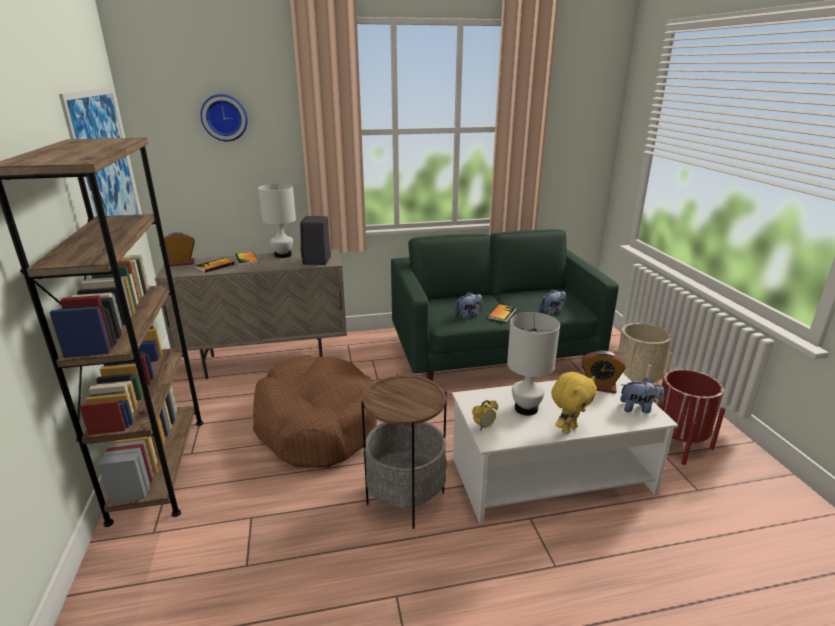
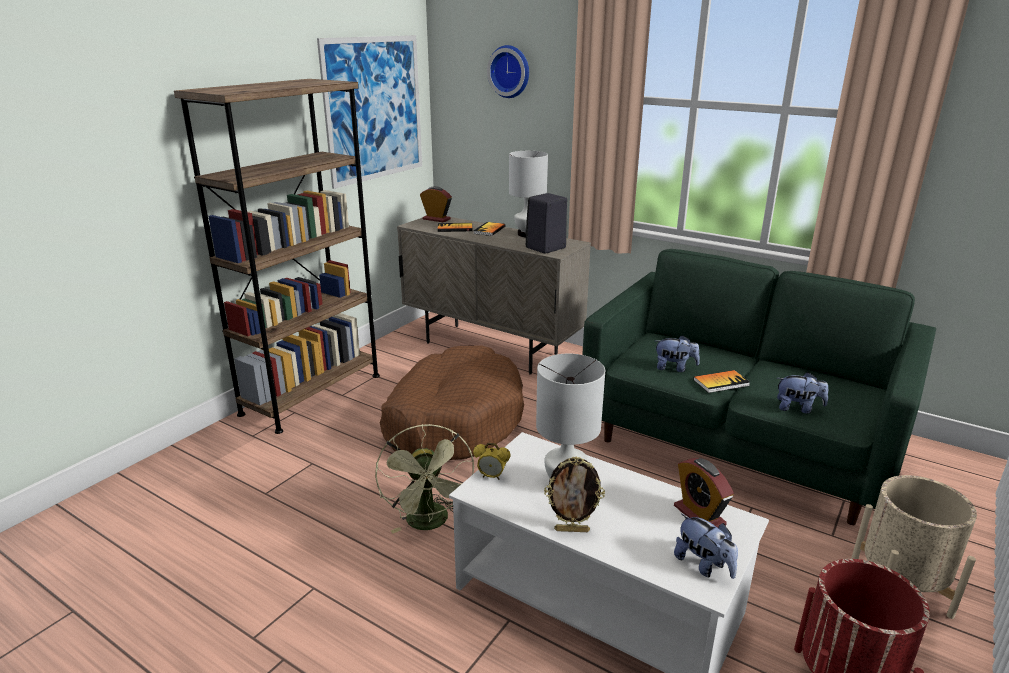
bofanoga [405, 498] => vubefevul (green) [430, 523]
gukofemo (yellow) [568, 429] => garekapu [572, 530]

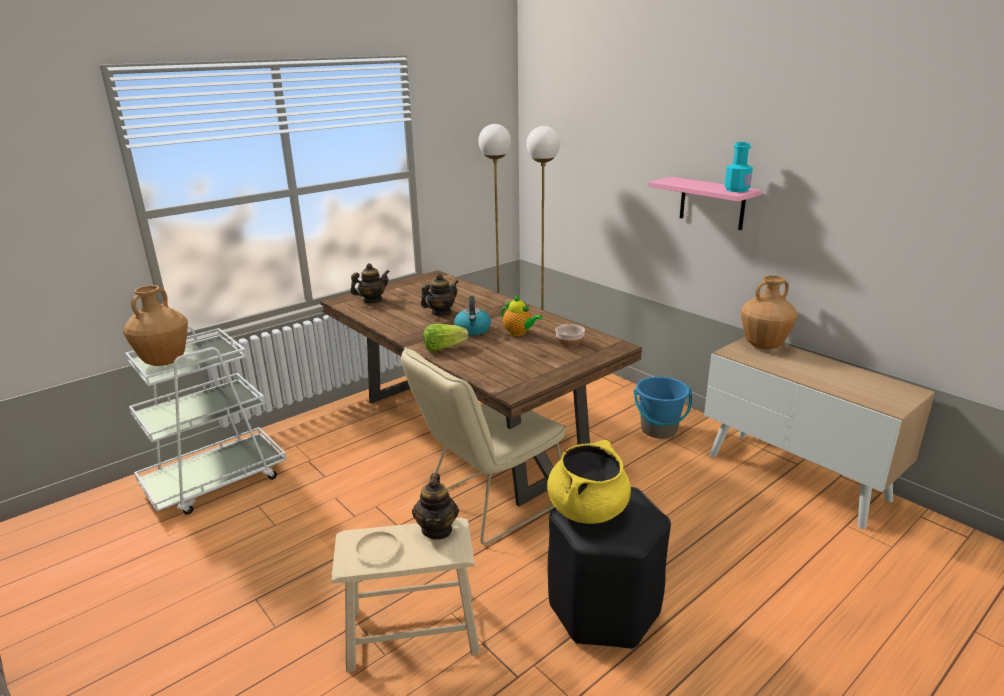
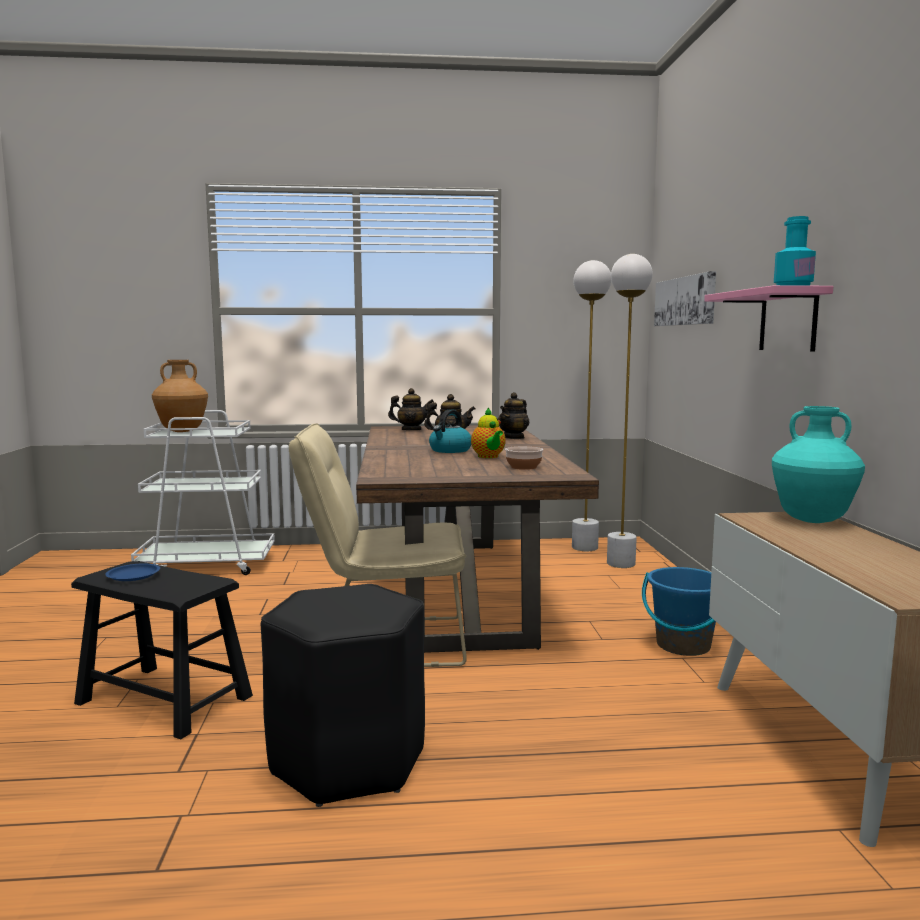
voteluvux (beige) [412, 630] => voteluvux (black) [164, 700]
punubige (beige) [377, 548] => punubige (blue) [133, 575]
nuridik [437, 529] => nuridik [513, 437], shifted
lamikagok [443, 348] => nothing
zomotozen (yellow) [587, 510] => nothing
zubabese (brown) [764, 345] => zubabese (turquoise) [813, 520]
nothing => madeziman [685, 301]

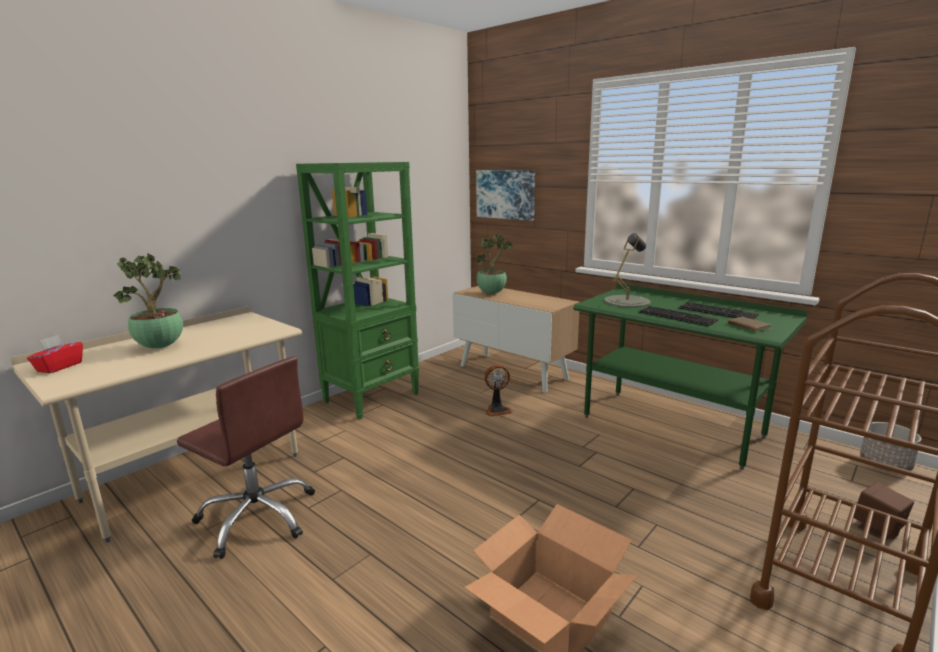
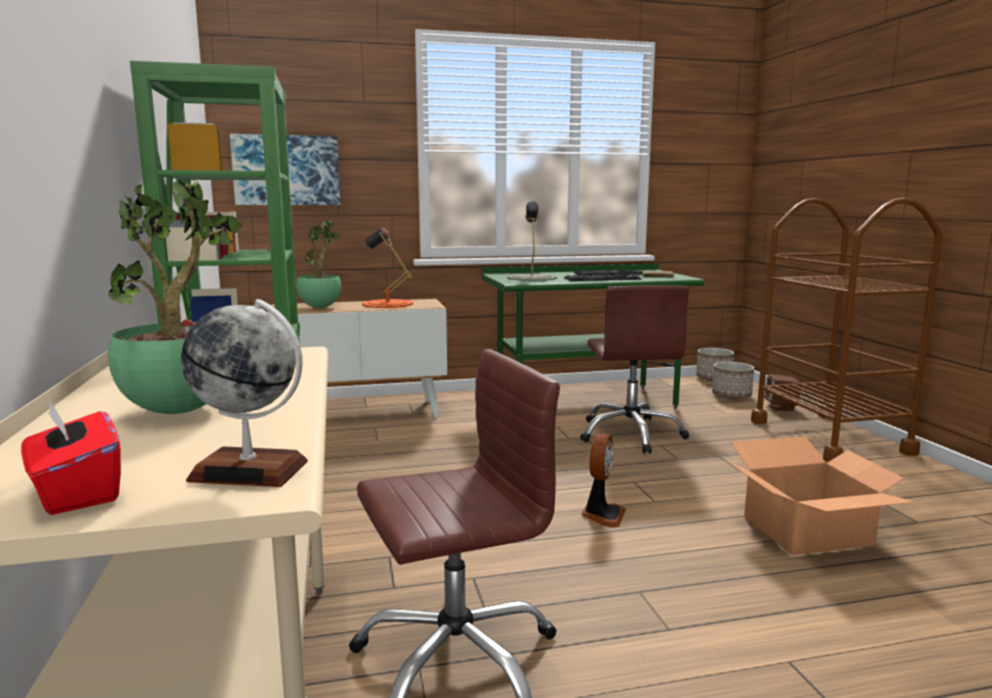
vubefevul [497, 410] => vubefevul [602, 515], shifted
nothing => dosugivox [250, 471]
nothing => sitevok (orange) [387, 304]
nothing => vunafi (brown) [631, 434]
nothing => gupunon [732, 396]

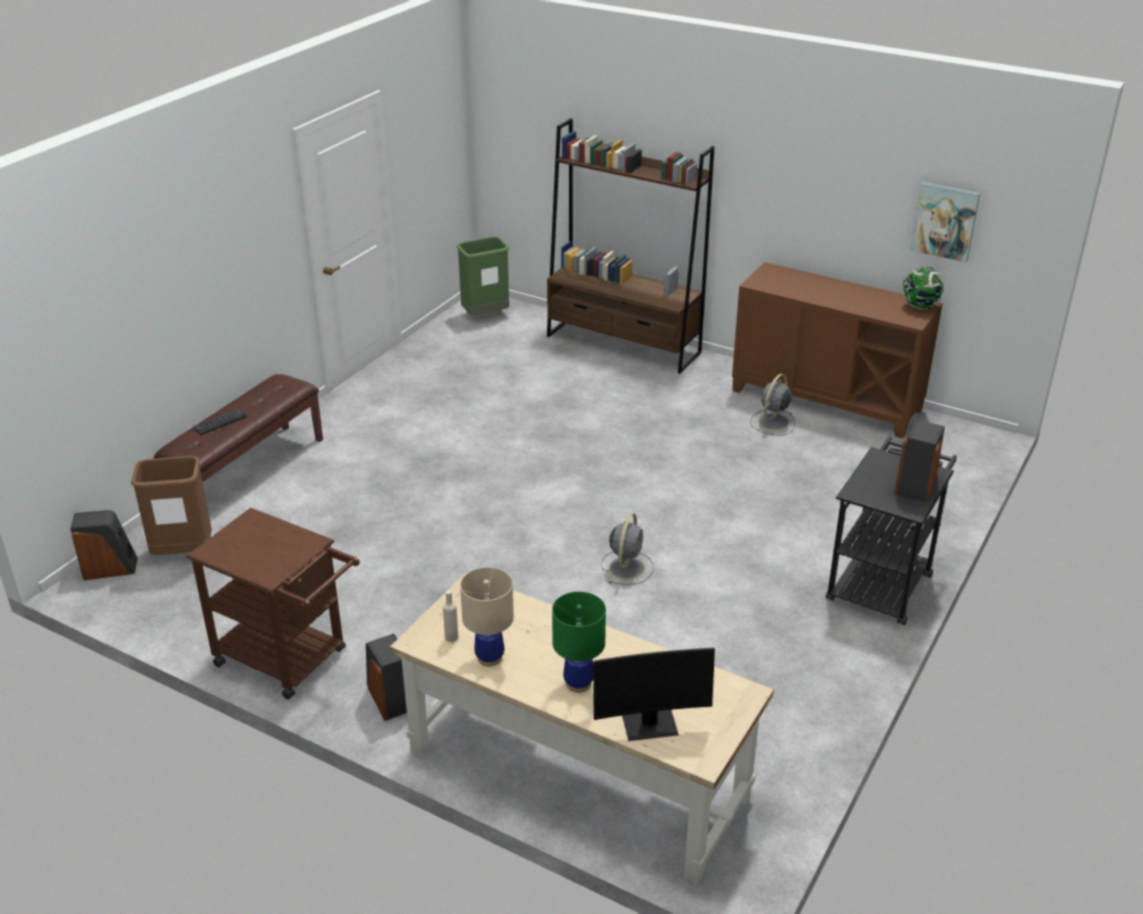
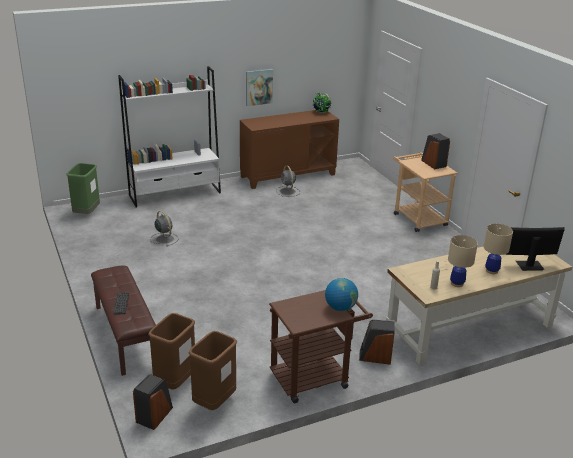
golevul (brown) [623, 344] => golevul (white) [175, 194]
sitevok (green) [578, 683] => sitevok (beige) [492, 271]
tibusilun [649, 724] => tibusilun [529, 266], 120 degrees counterclockwise
vubefevul (grey) [627, 567] => vubefevul (grey) [164, 239], shifted
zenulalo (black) [882, 581] => zenulalo (beige) [417, 218]
madeziman [945, 221] => madeziman [259, 87], shifted
nothing => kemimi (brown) [214, 402]
nothing => dosugivox [340, 308]

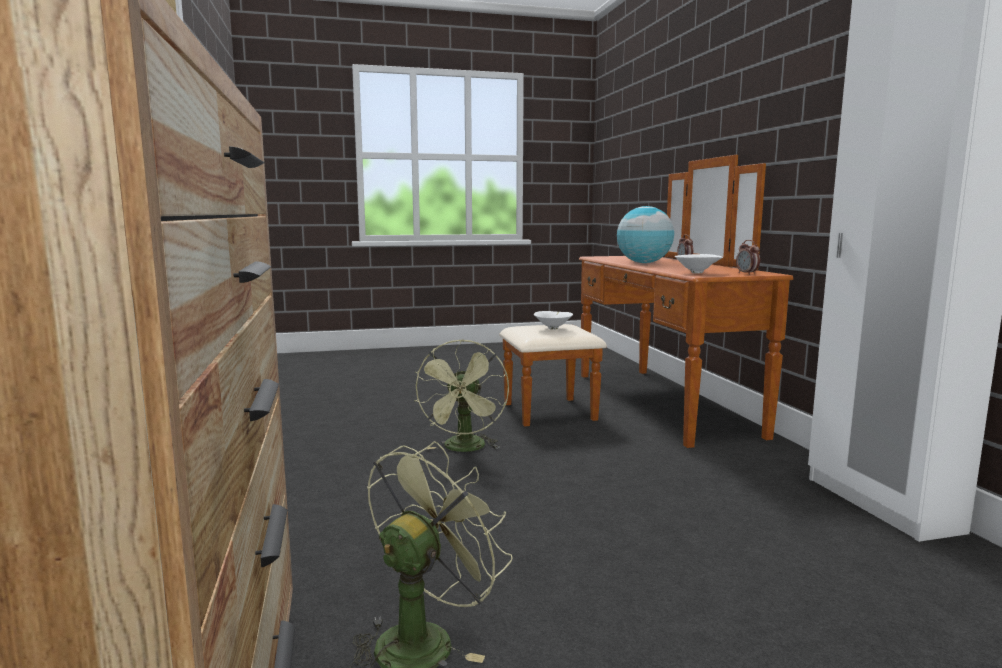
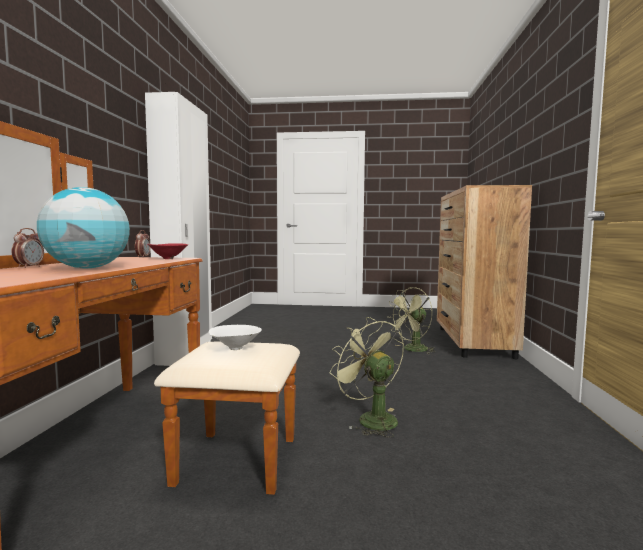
vubefevul (green) [465, 449] => vubefevul (green) [370, 419], 60 degrees counterclockwise
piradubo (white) [698, 273] => piradubo (red) [167, 259]

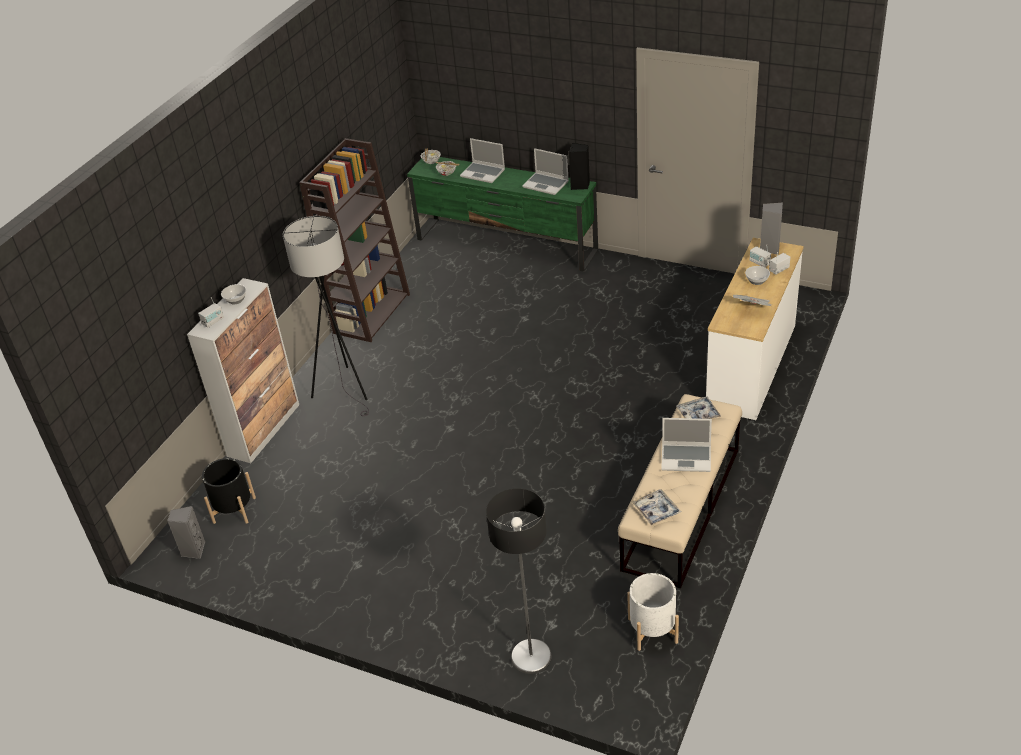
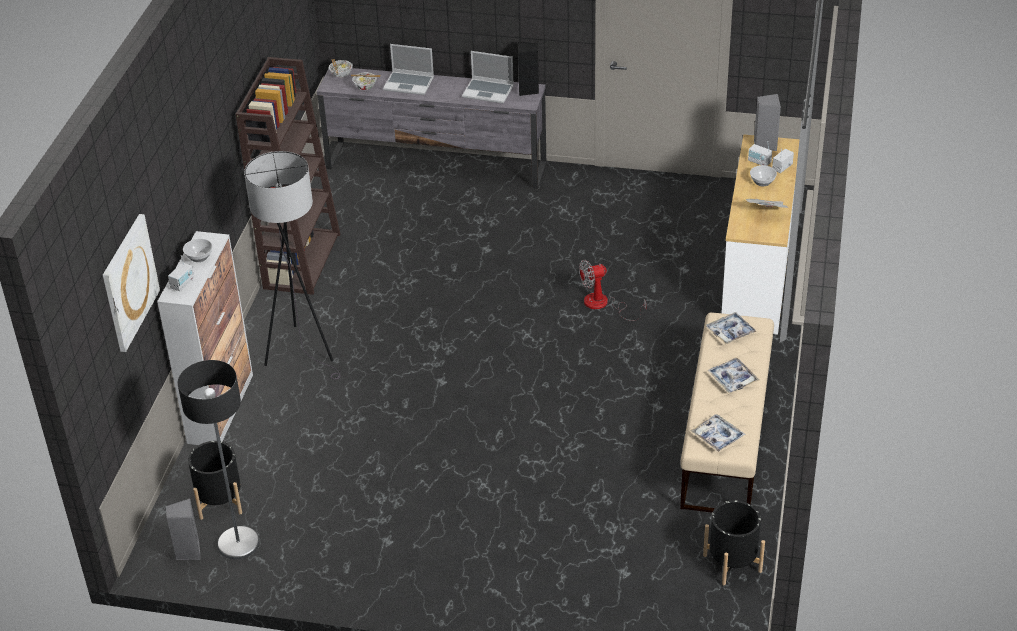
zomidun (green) [507, 245] => zomidun (grey) [437, 165]
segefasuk [531, 657] => segefasuk [238, 544], shifted
gupunon (white) [652, 630] => gupunon (black) [732, 563]
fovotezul [687, 458] => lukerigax [732, 379]
nothing => madeziman [129, 282]
nothing => vubefevul [603, 305]

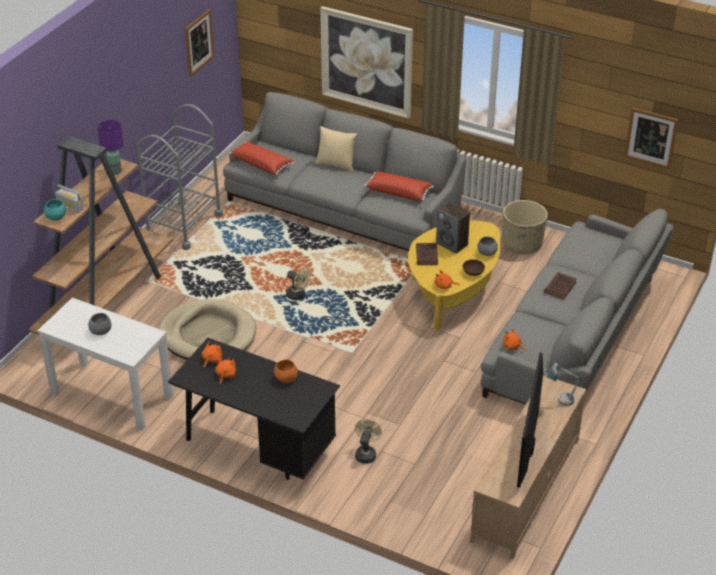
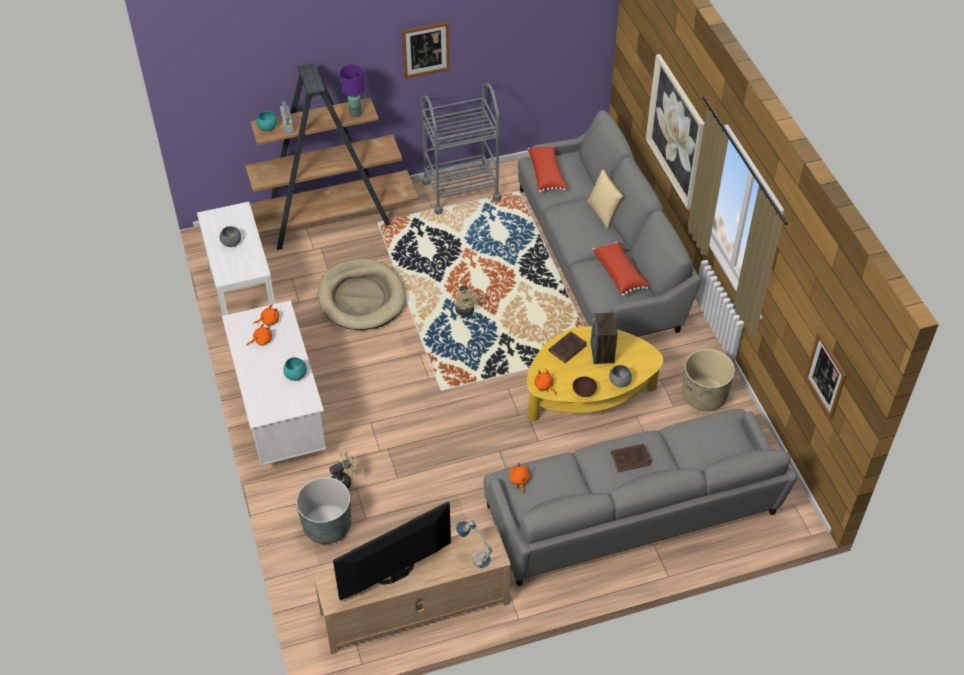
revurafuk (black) [257, 447] => revurafuk (white) [280, 415]
madeziman [199, 42] => madeziman [426, 49], shifted
piradubo (orange) [286, 378] => piradubo (turquoise) [296, 375]
nothing => gupunon (grey) [327, 526]

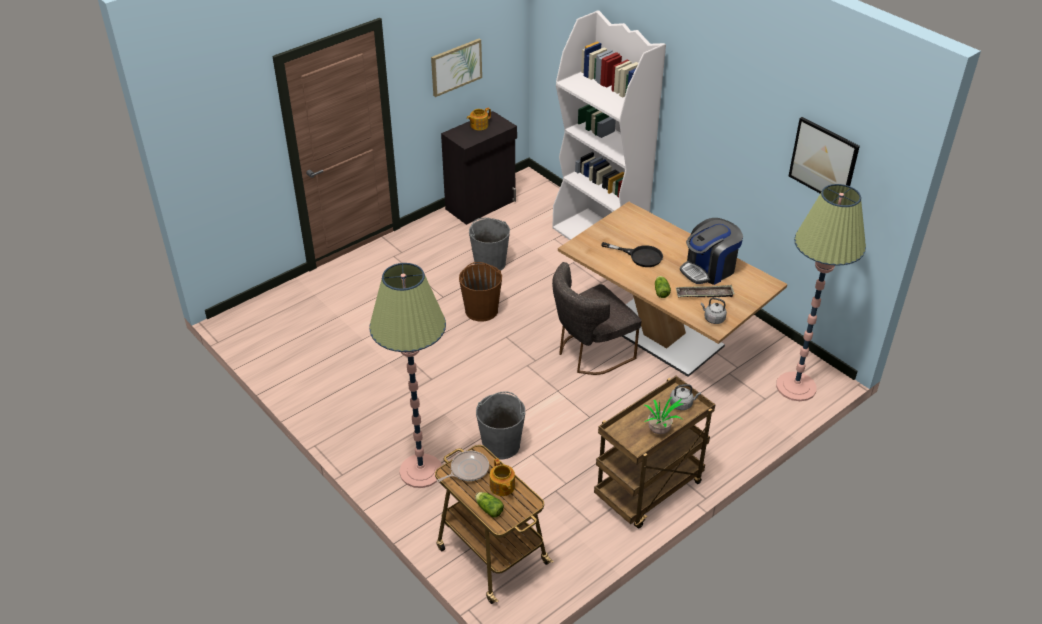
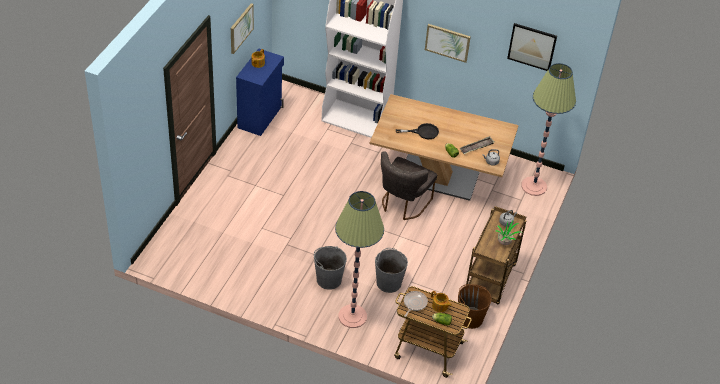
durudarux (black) [481, 205] => durudarux (blue) [260, 117]
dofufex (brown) [481, 310] => dofufex (brown) [470, 318], shifted
dofufex (grey) [490, 263] => dofufex (grey) [328, 279], shifted
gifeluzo [709, 269] => nothing
nothing => madeziman [447, 42]

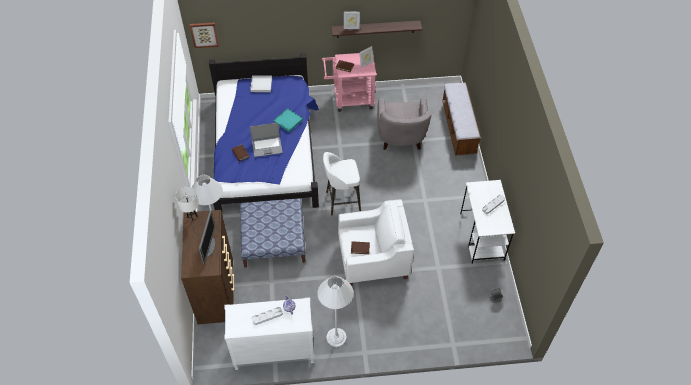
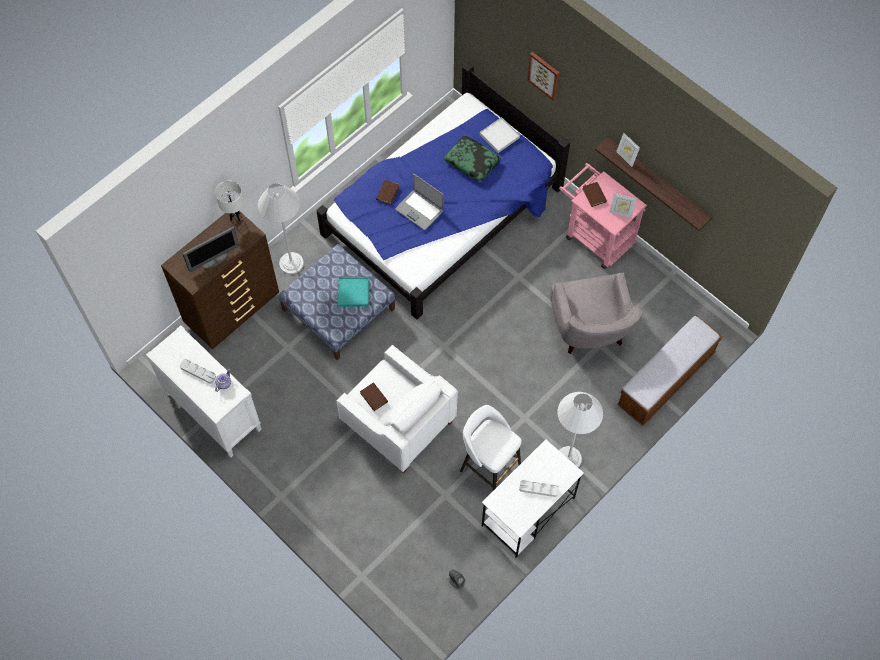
madeziman [204, 34] => madeziman [544, 75], shifted
lukerigax (turquoise) [288, 121] => lukerigax (turquoise) [353, 293], shifted
segefasuk (white) [336, 337] => segefasuk (white) [568, 459], shifted
voteluvux (white) [342, 201] => voteluvux (white) [489, 467], shifted
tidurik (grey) [401, 138] => tidurik (grey) [590, 330], 60 degrees counterclockwise
nothing => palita [472, 162]

